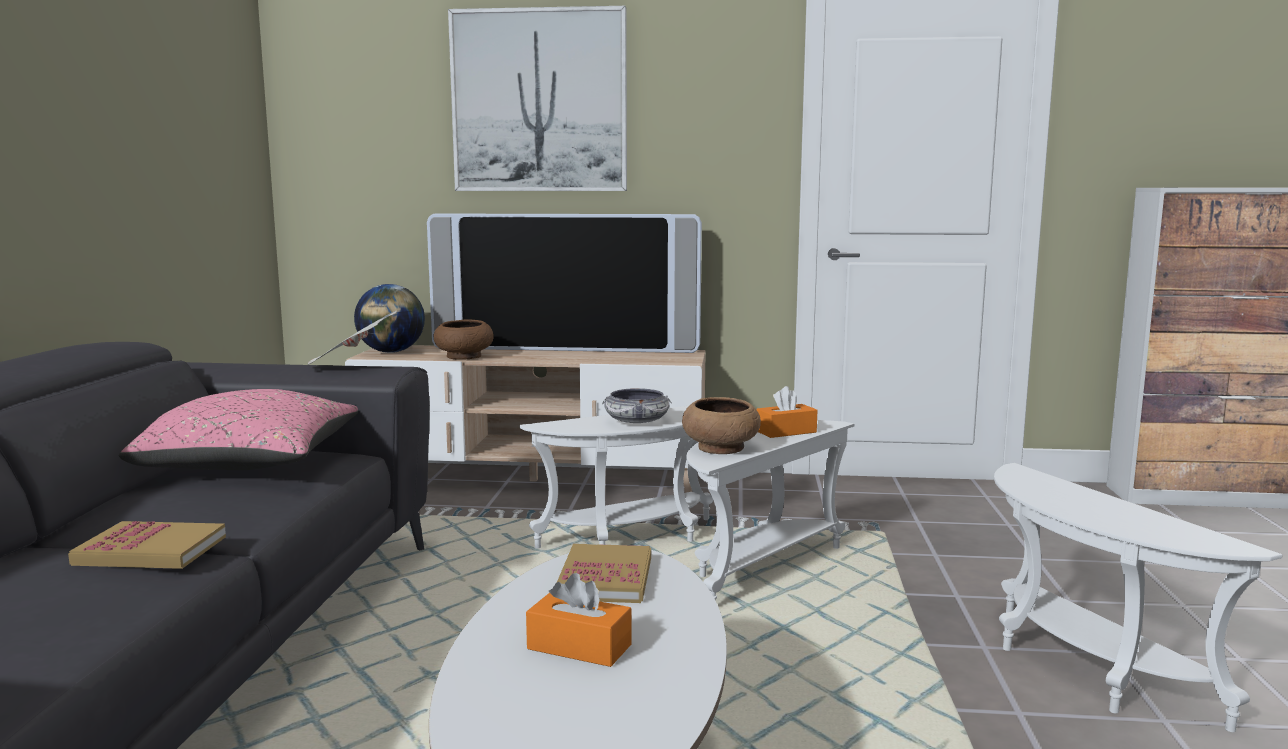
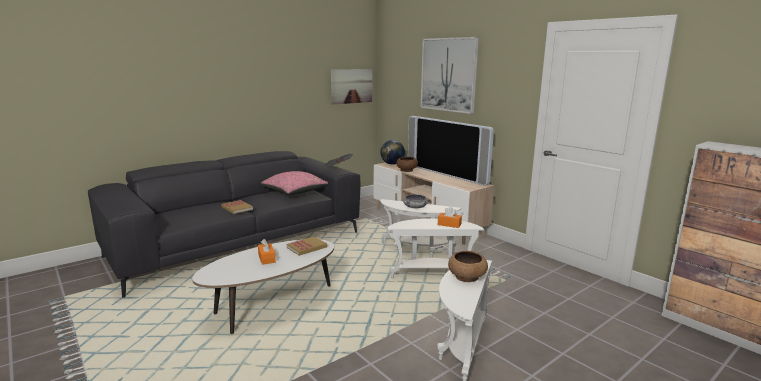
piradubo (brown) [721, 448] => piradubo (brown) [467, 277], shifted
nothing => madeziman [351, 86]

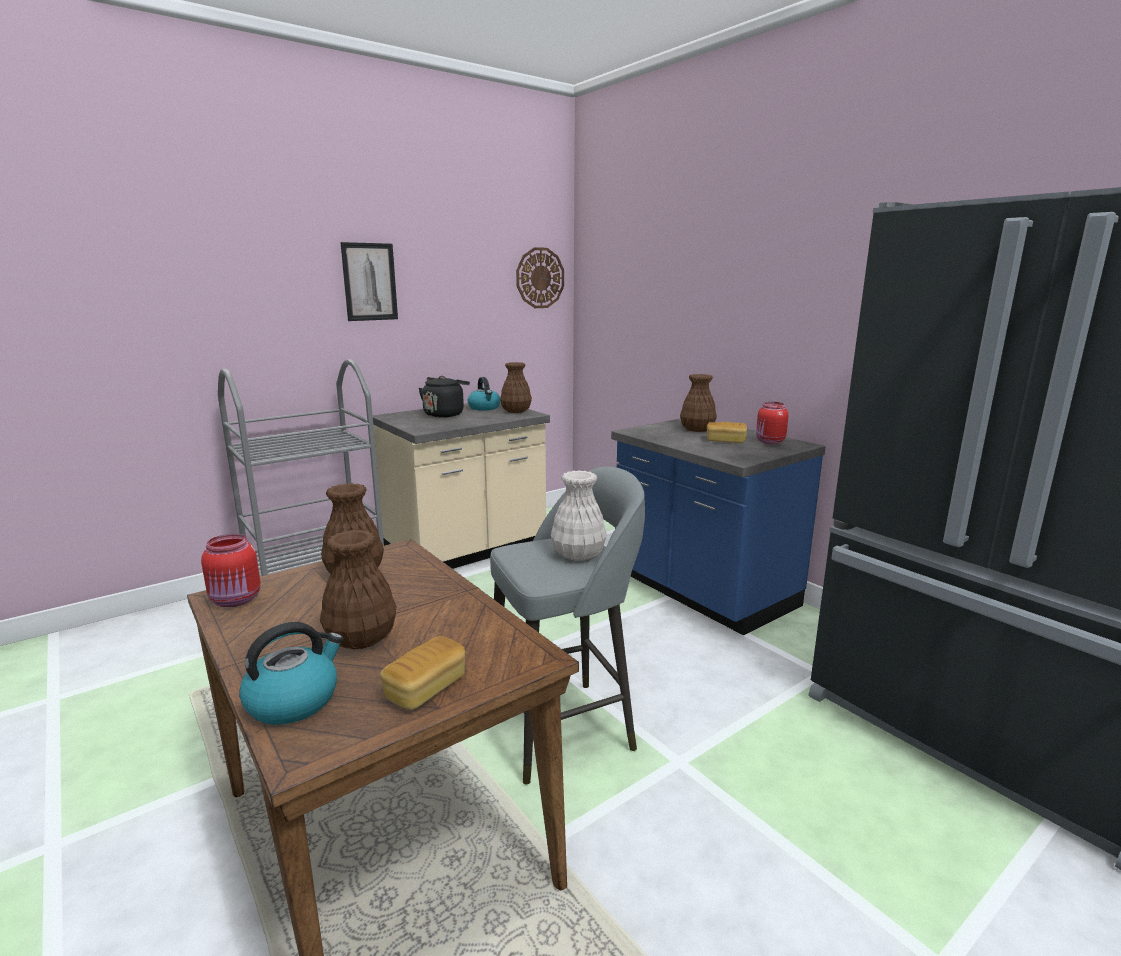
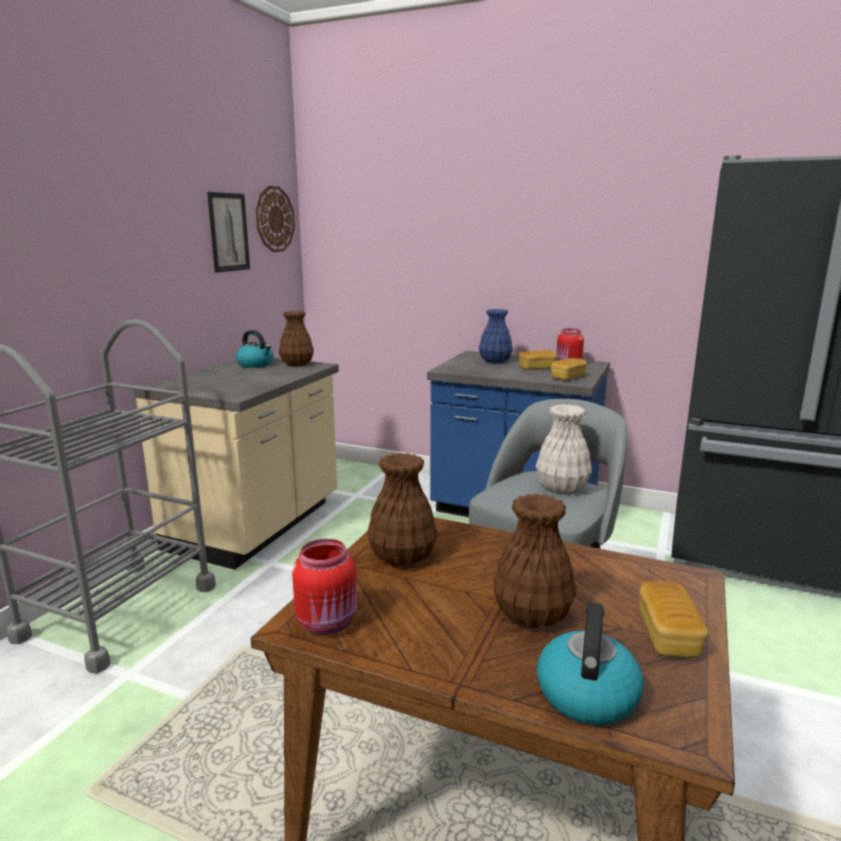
madeziman [369, 282] => madeziman [228, 232], shifted
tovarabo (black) [445, 414] => nothing
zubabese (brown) [697, 429] => zubabese (blue) [495, 361]
nothing => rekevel [568, 377]

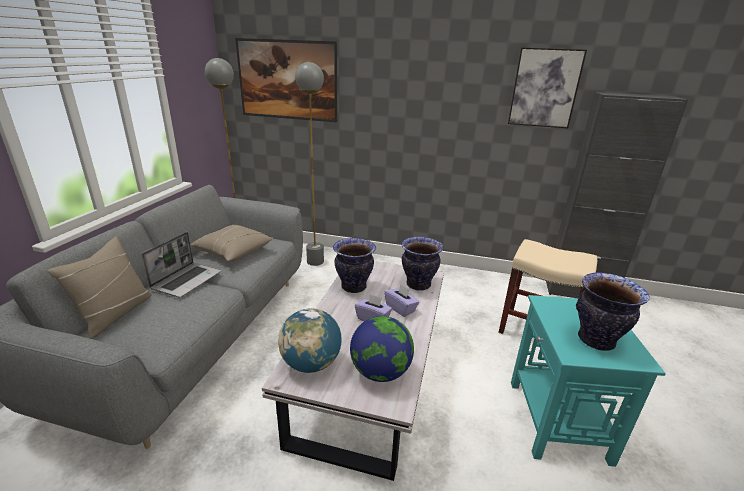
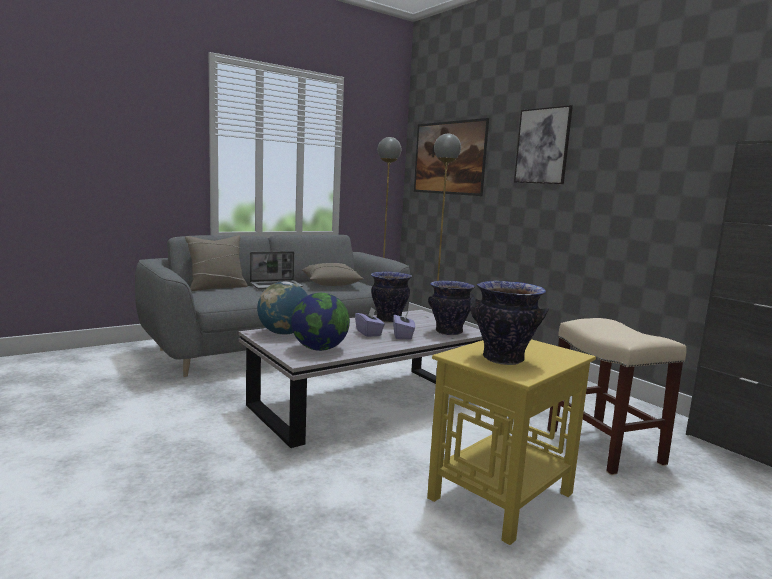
madeziman [544, 88] => madeziman [542, 146], shifted
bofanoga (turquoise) [558, 421] => bofanoga (yellow) [500, 496]

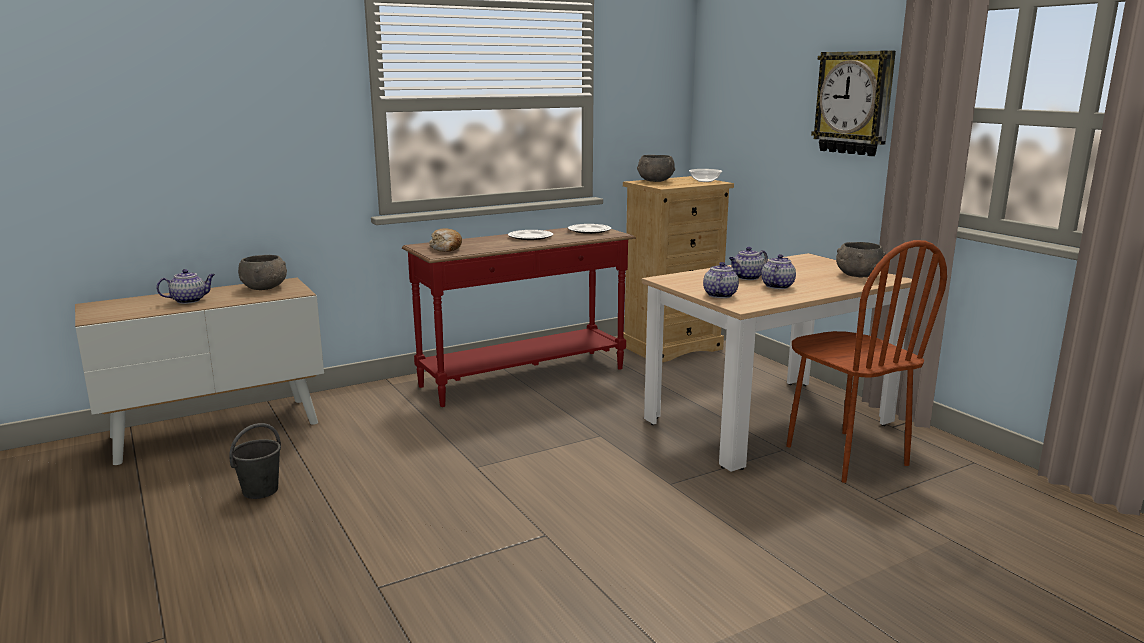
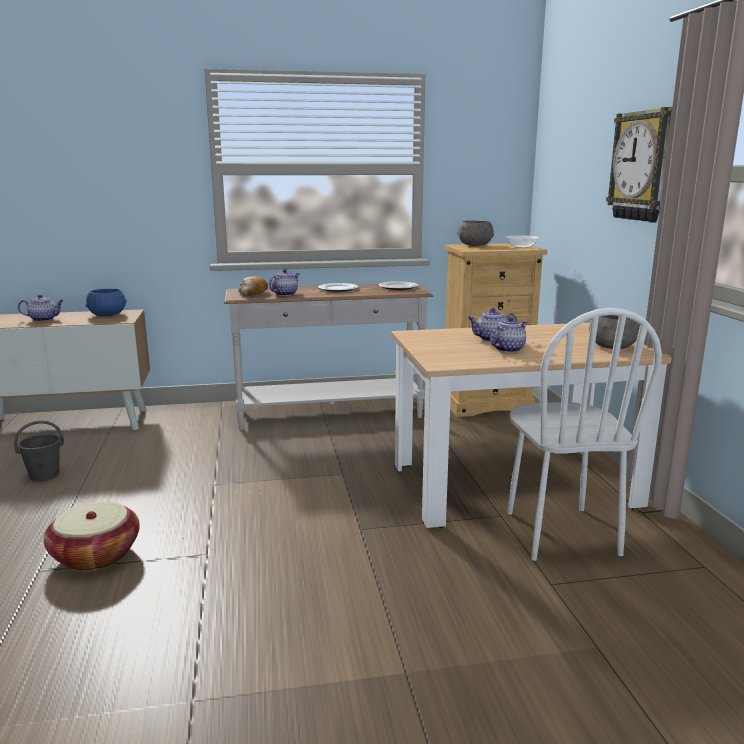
piradubo (grey) [265, 287] => piradubo (blue) [108, 315]
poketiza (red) [524, 378] => poketiza (white) [329, 415]
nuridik [719, 295] => nuridik [285, 294], shifted
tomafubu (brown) [845, 455] => tomafubu (white) [560, 533]
nothing => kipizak [96, 555]

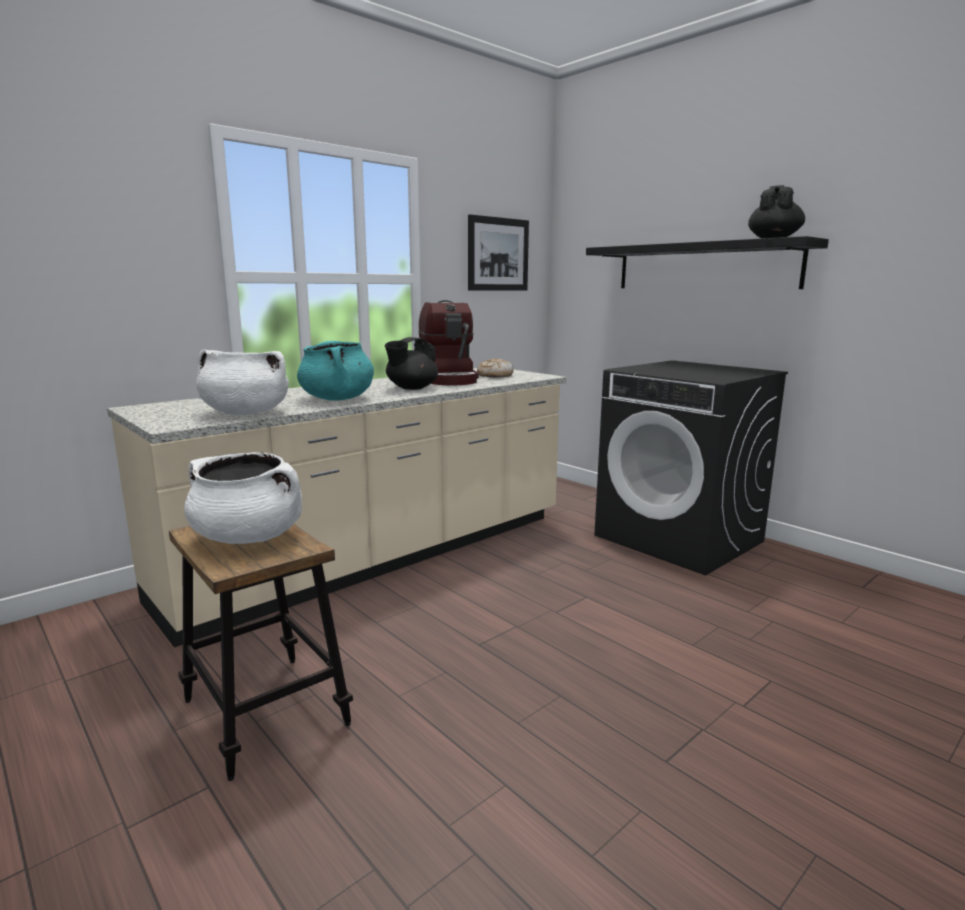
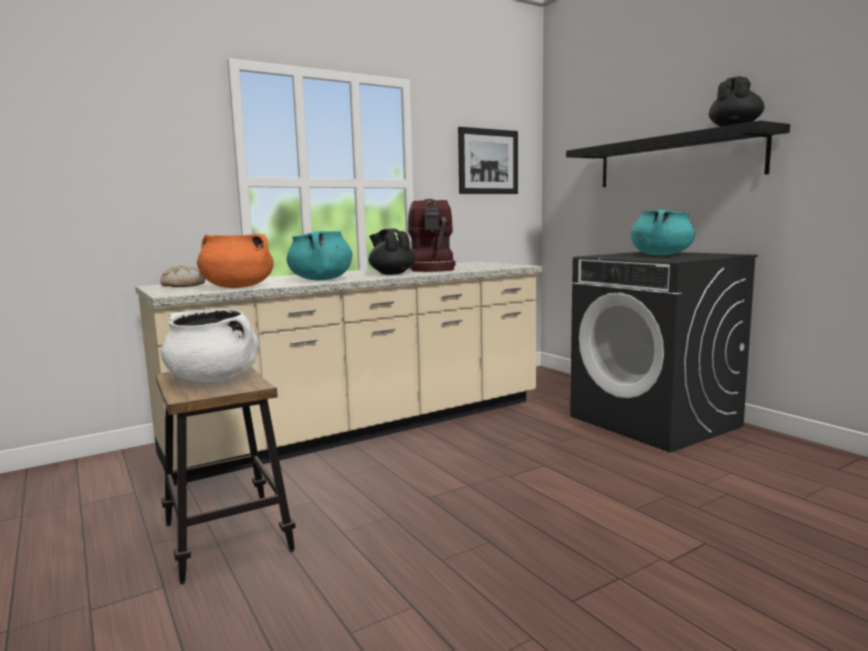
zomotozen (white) [245, 413] => zomotozen (orange) [237, 287]
nuridik (black) [411, 388] => nuridik (black) [391, 273], 90 degrees clockwise
rekevel [494, 376] => rekevel [183, 285], shifted
nothing => zomotozen (turquoise) [661, 255]

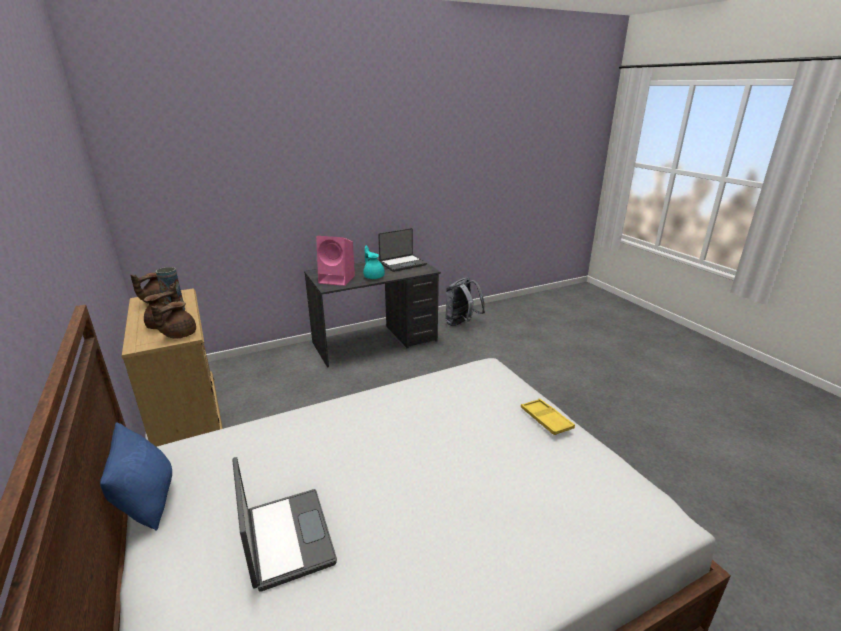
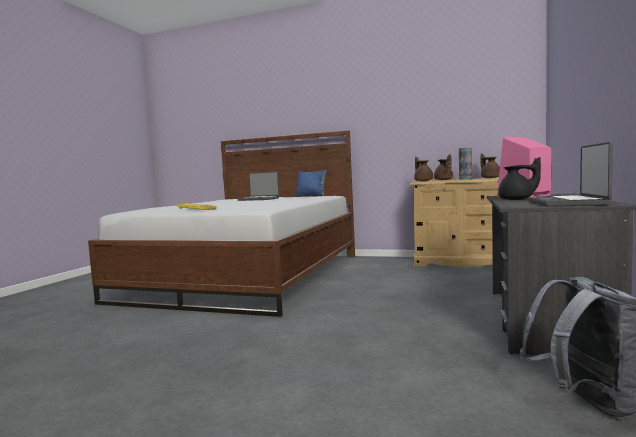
nuridik (turquoise) [373, 276] => nuridik (black) [517, 199]

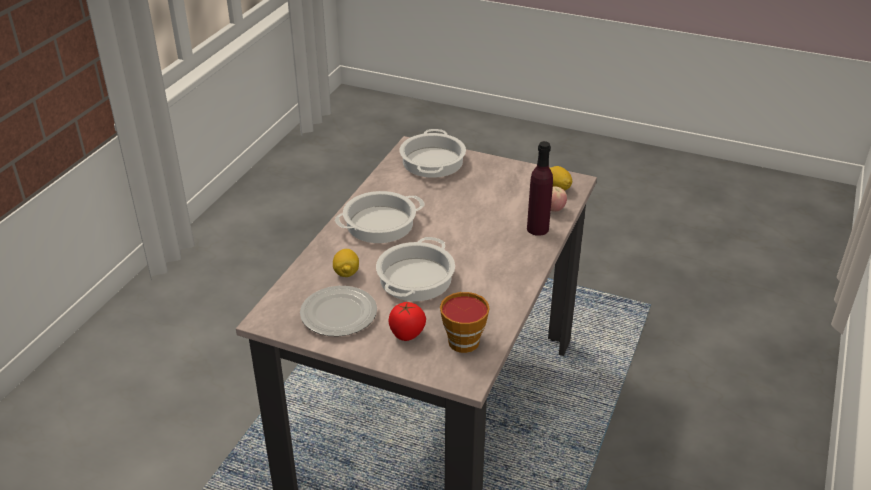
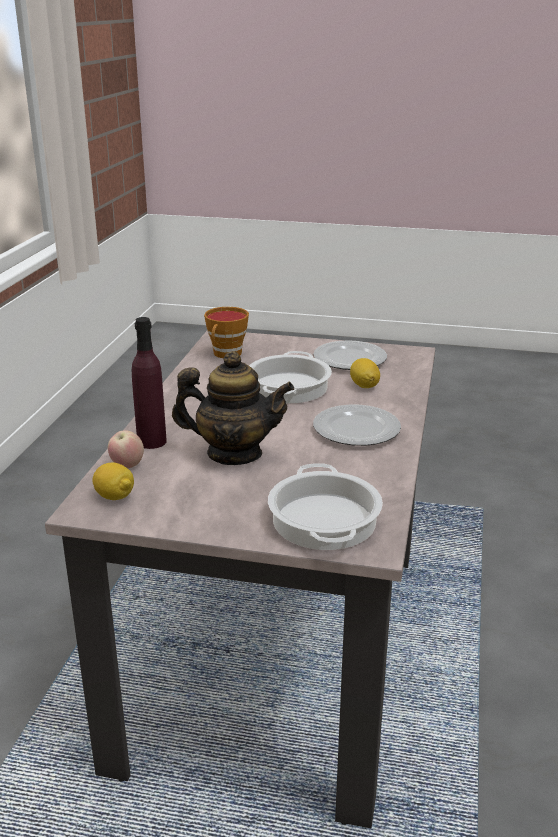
zomotozen [379, 224] => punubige [356, 429]
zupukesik [407, 335] => nothing
nothing => nuridik [234, 454]

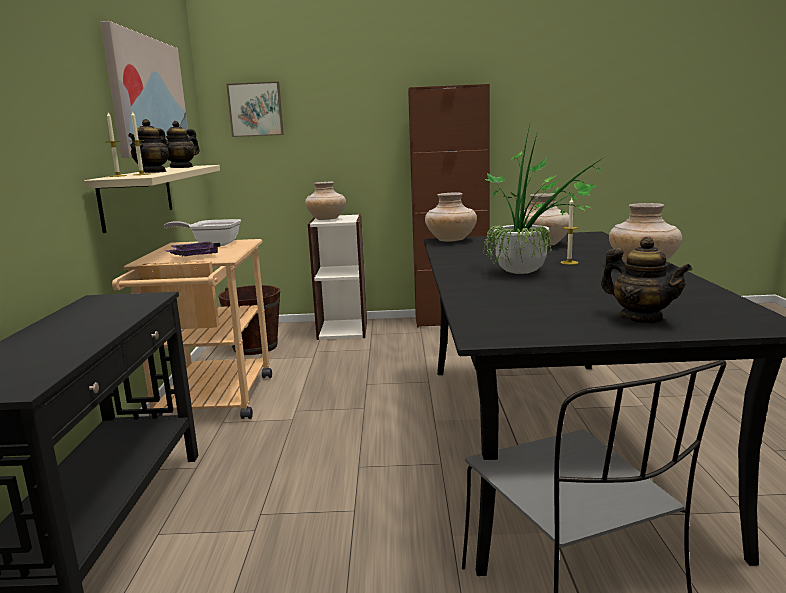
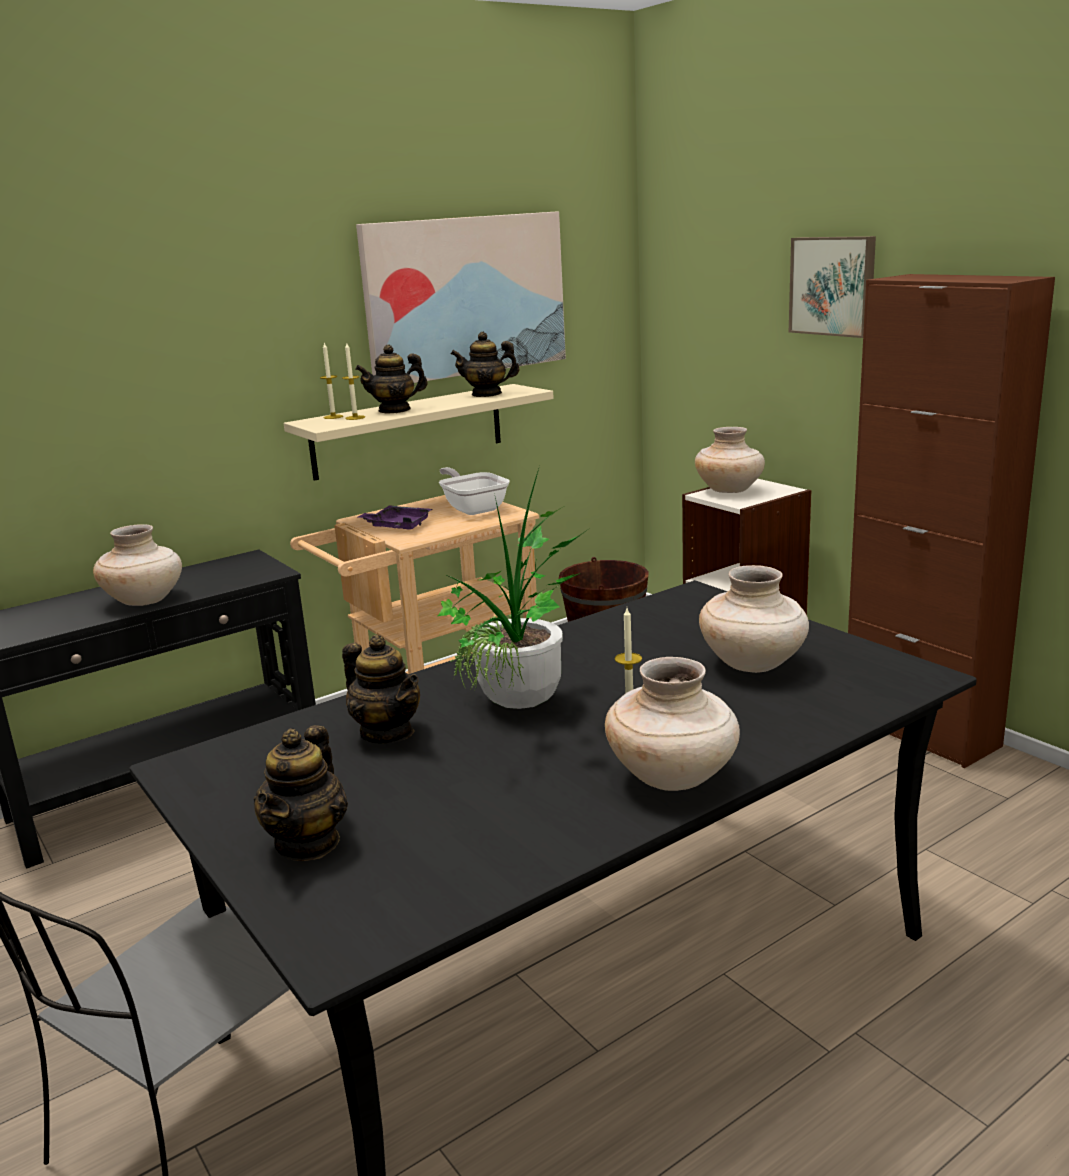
madeziman [256, 109] => madeziman [833, 286], shifted
zubabese (beige) [451, 240] => zubabese (beige) [145, 601], shifted
nothing => nuridik [387, 732]

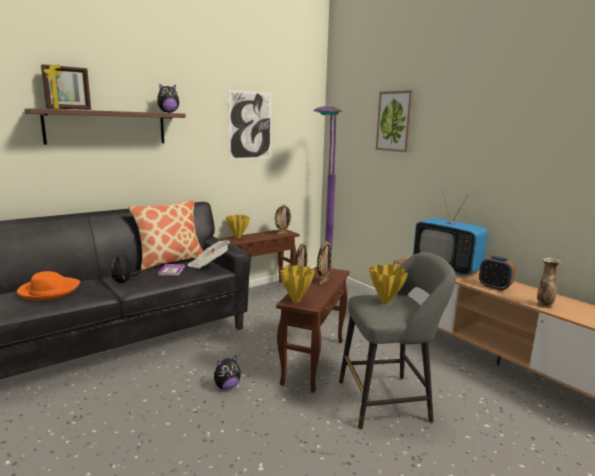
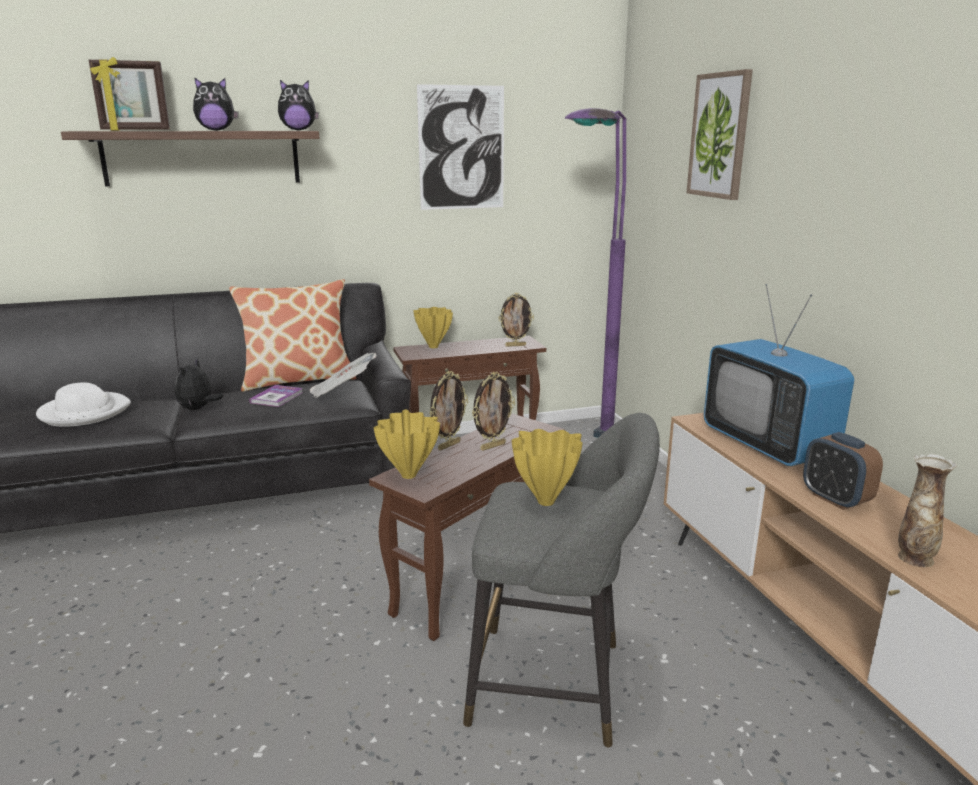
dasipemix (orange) [49, 291] => dasipemix (white) [84, 412]
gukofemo [226, 386] => gukofemo [216, 130], shifted

